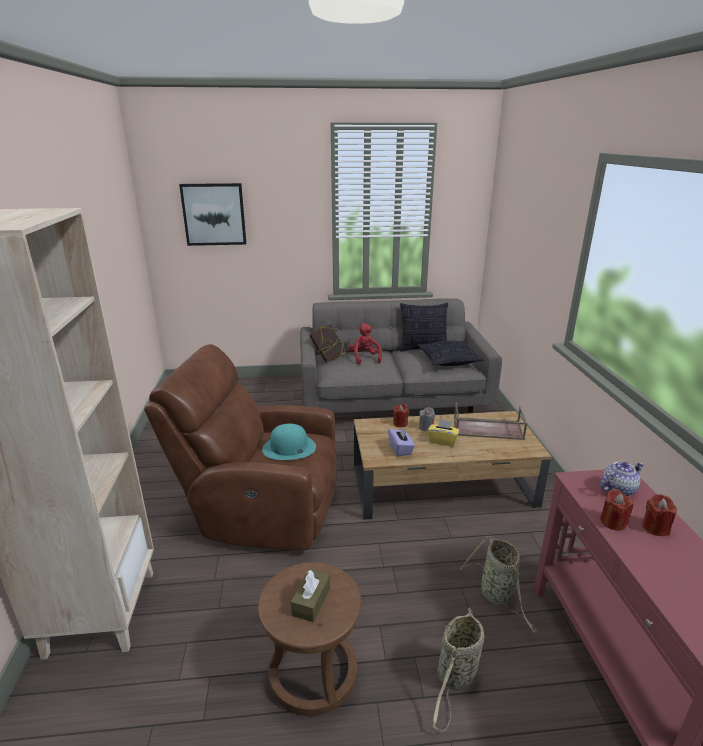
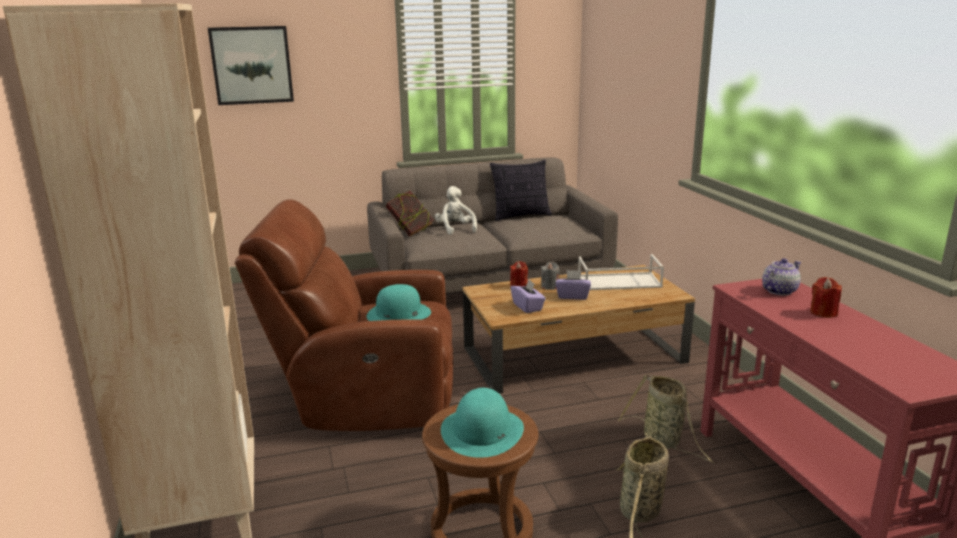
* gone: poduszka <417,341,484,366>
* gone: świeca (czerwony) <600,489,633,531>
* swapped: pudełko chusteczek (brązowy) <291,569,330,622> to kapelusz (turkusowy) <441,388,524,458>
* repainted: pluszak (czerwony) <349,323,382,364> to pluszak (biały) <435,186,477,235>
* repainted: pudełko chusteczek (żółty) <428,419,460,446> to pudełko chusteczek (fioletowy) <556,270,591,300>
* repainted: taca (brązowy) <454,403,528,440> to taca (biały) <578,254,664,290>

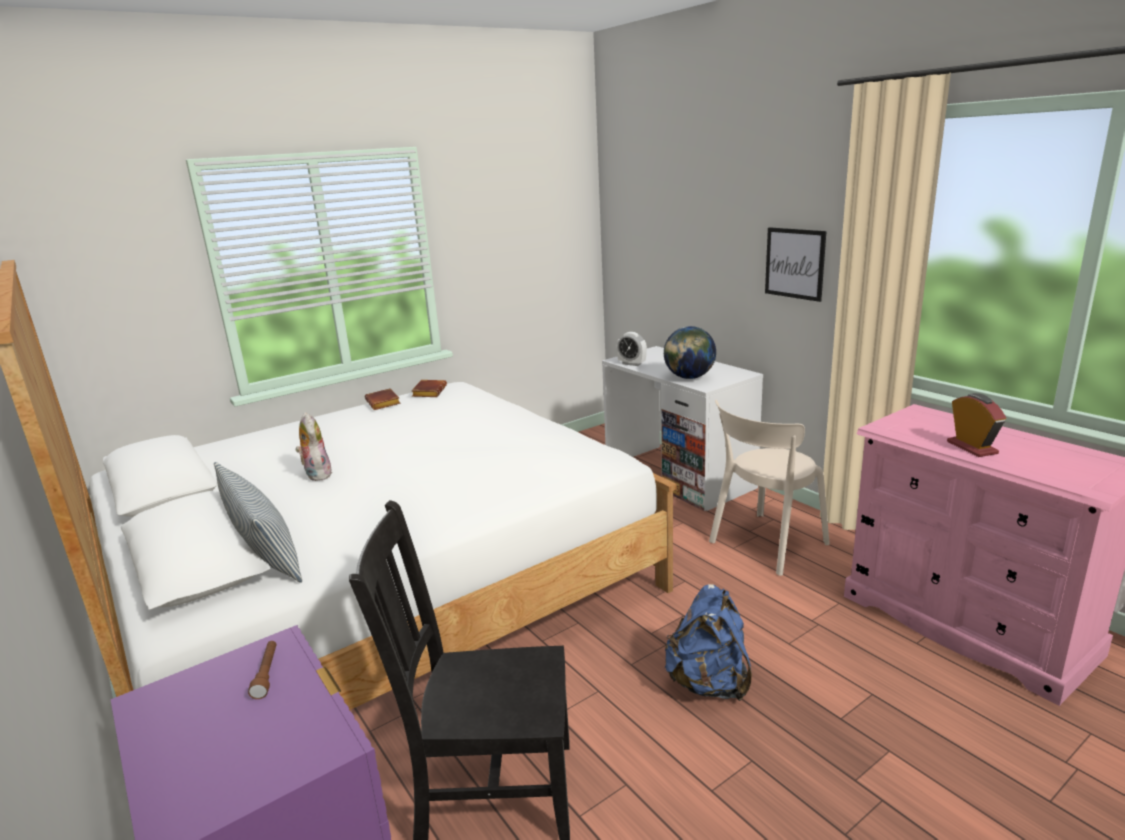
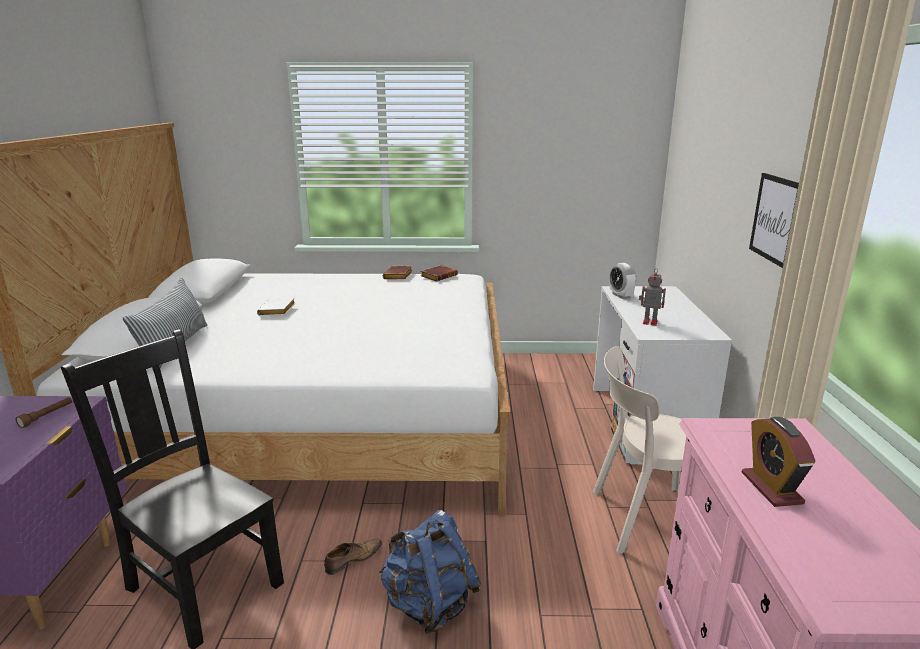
* new: but <324,539,382,575>
* swapped: pluszak <295,412,332,481> to książka (biały) <257,297,295,316>
* swapped: globus <664,326,716,379> to robot zabawkowy <639,268,666,326>
* rotated: budzik <947,393,1006,457> = <742,417,815,507> 150 degrees clockwise

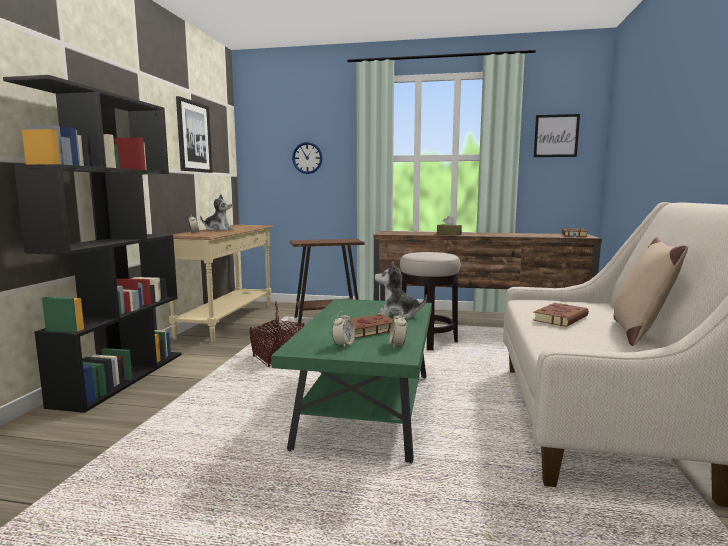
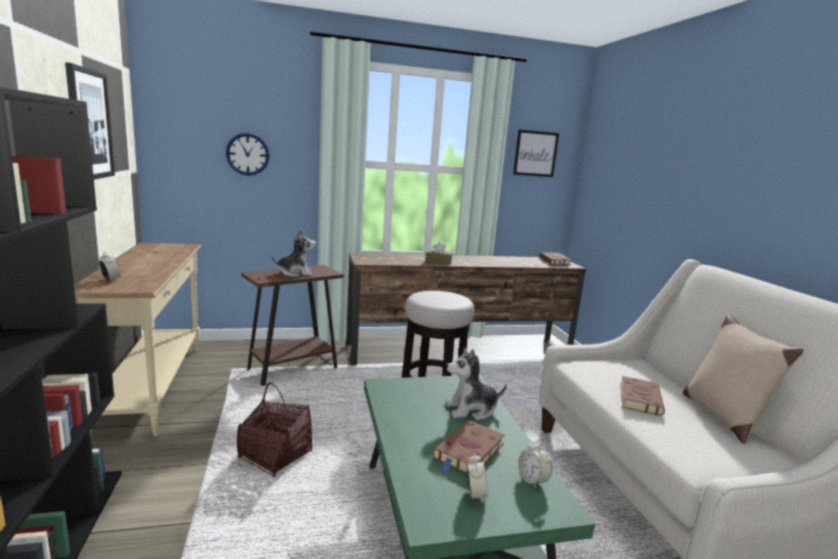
* shifted: pluszak <200,194,233,231> to <271,229,316,277>

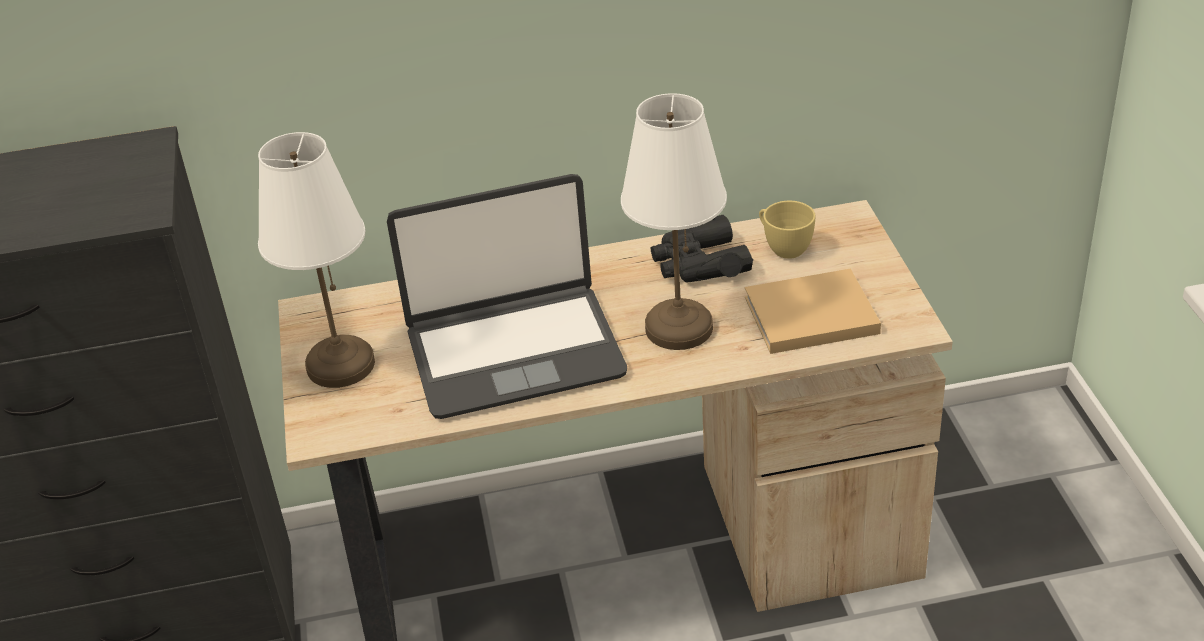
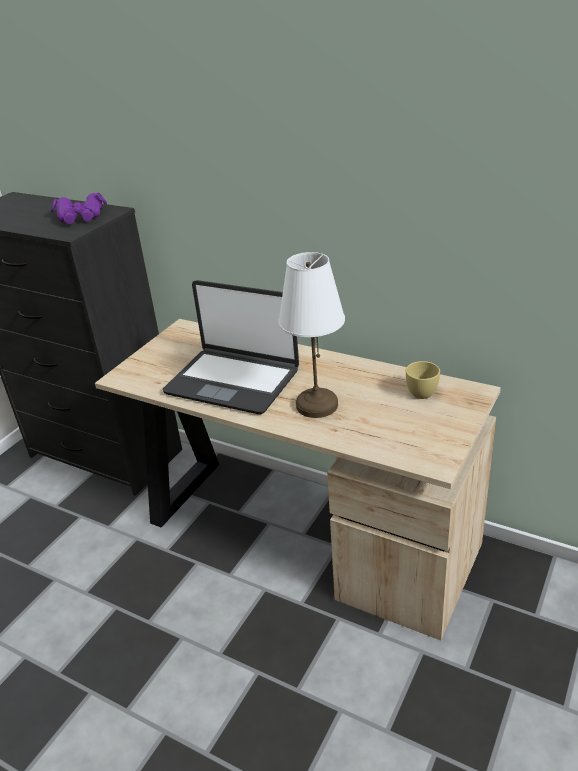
* gone: lampa stołowa (biały) <258,132,375,388>
* gone: lornetka (czarny) <650,215,753,282>
* gone: książka (beżowy) <745,268,881,354>
* new: lornetka (fioletowy) <51,193,107,224>

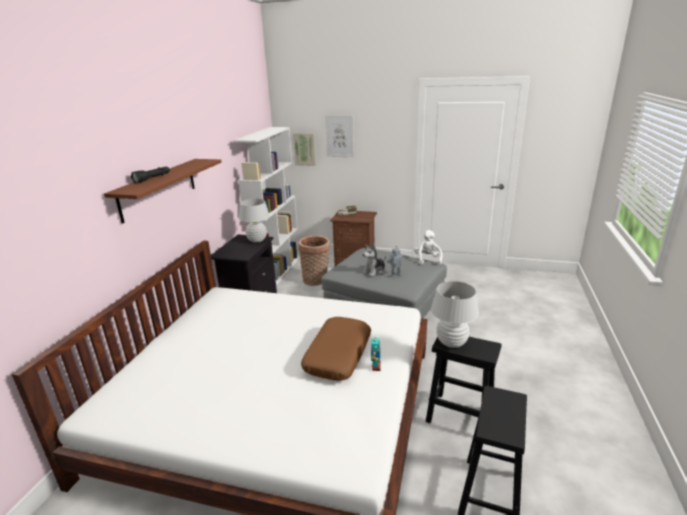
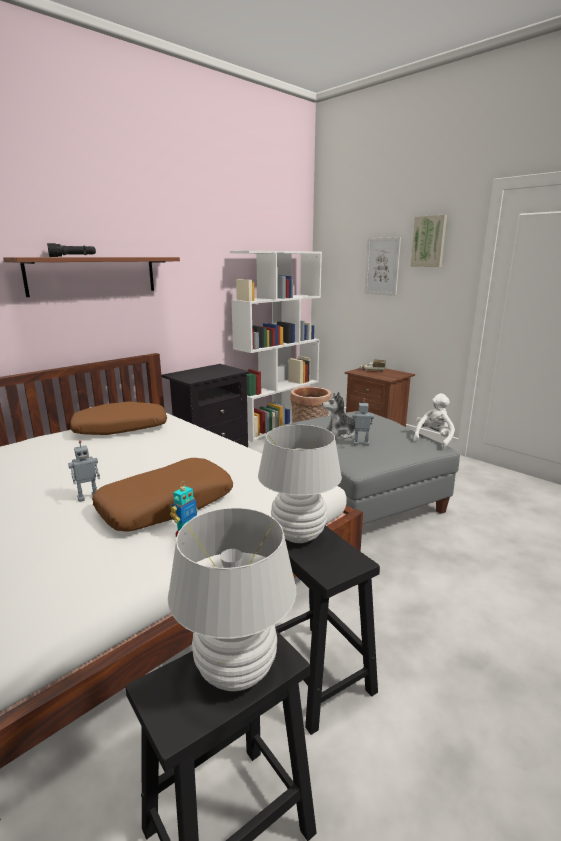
* new: robot zabawkowy <68,441,100,502>
* new: poduszka (brązowy) <70,402,167,435>
* shifted: lampa stołowa (biały) <239,199,270,243> to <168,508,296,691>
* shifted: obraz <293,133,316,166> to <410,215,447,267>

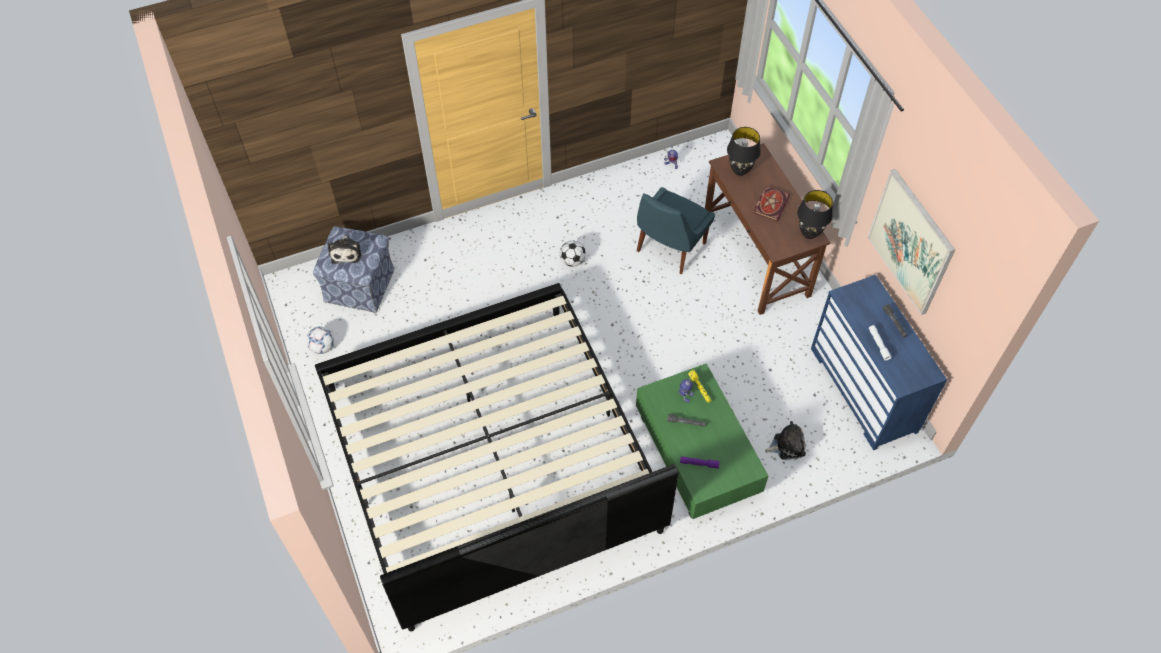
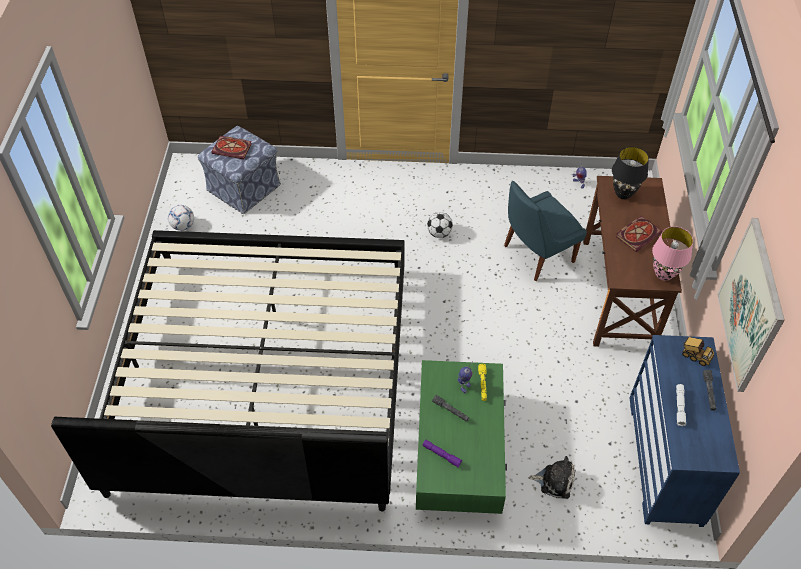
* new: ciężarówka zabawkowa <682,337,715,366>
* swapped: pluszak <327,235,362,264> to książka <211,136,252,159>
* repainted: lampa stołowa (czarny) <797,190,833,239> to lampa stołowa (różowy) <652,226,693,281>

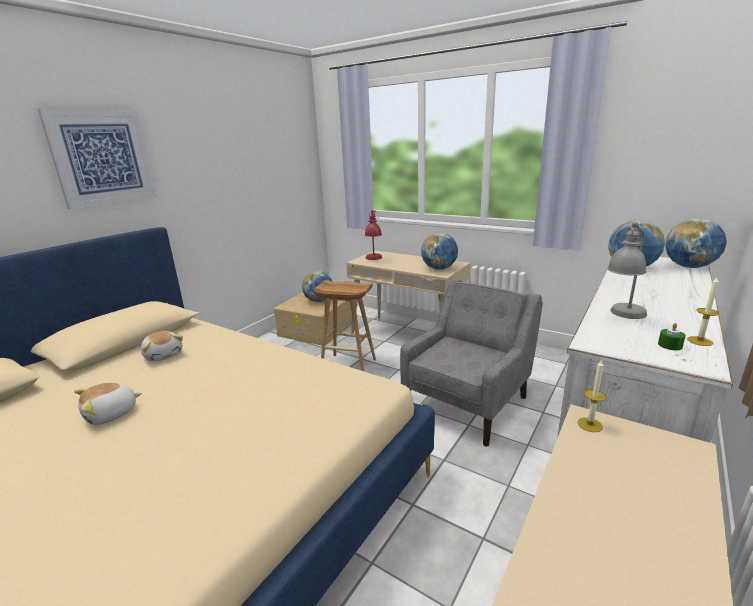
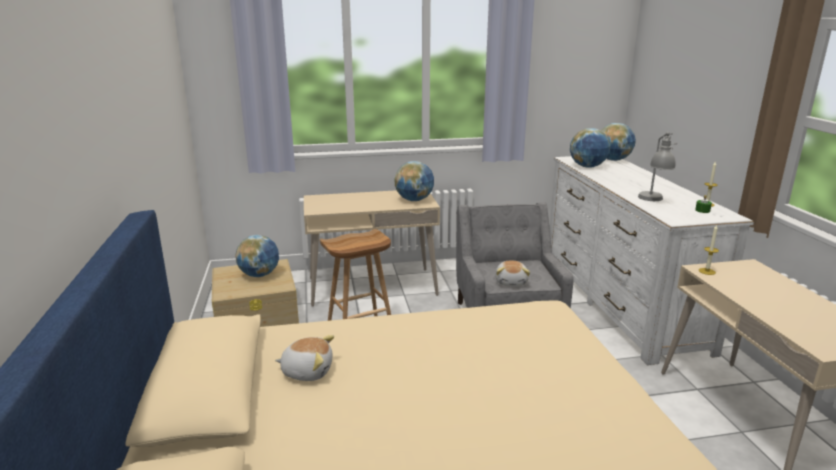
* gone: obraz <38,109,156,209>
* gone: lampa stołowa (czerwony) <365,210,382,260>
* shifted: pluszak <74,383,142,425> to <495,261,530,286>

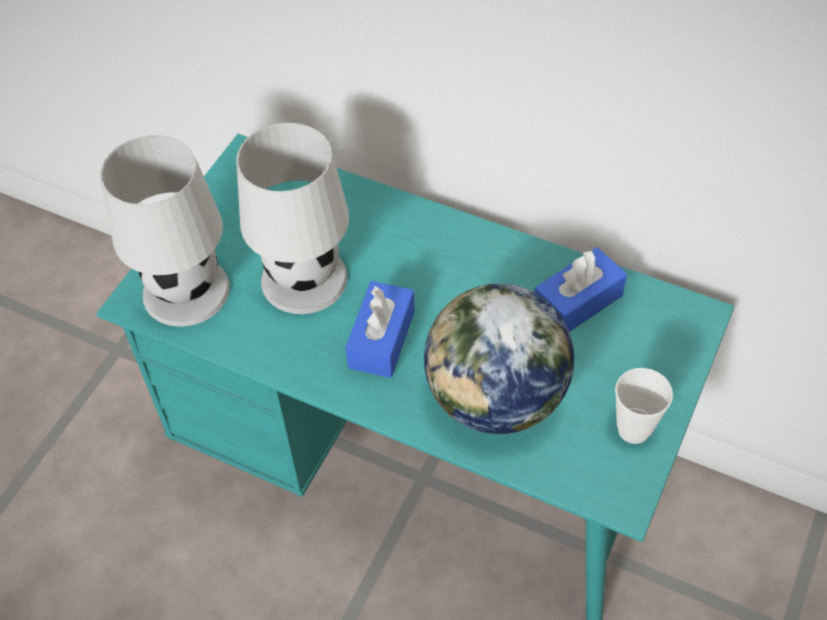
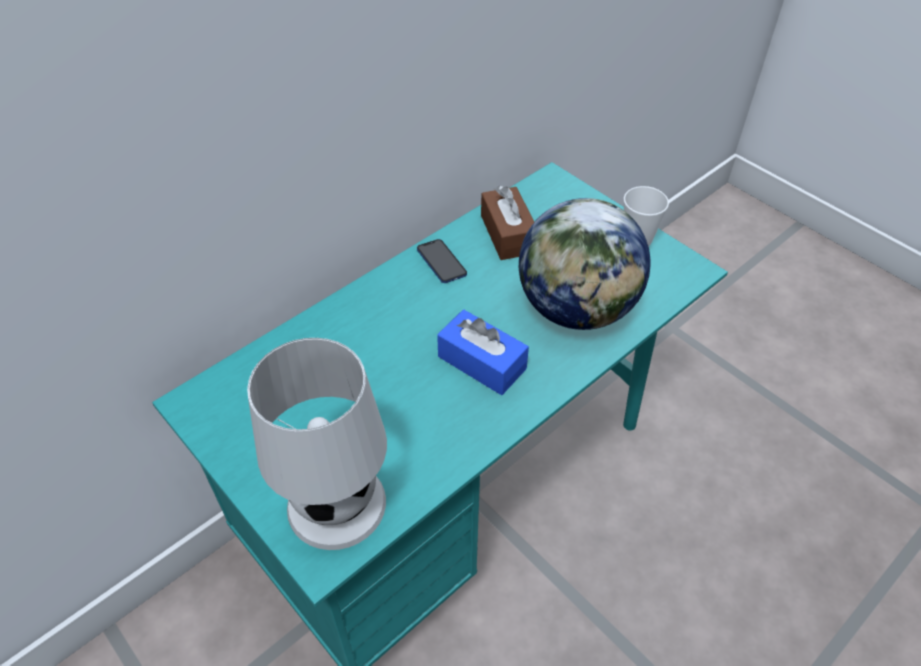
* gone: lampa stołowa (biały) <236,123,349,314>
* new: telefon <417,239,467,283>
* repainted: pudełko chusteczek (niebieski) <534,247,627,332> to pudełko chusteczek (brązowy) <481,186,534,260>

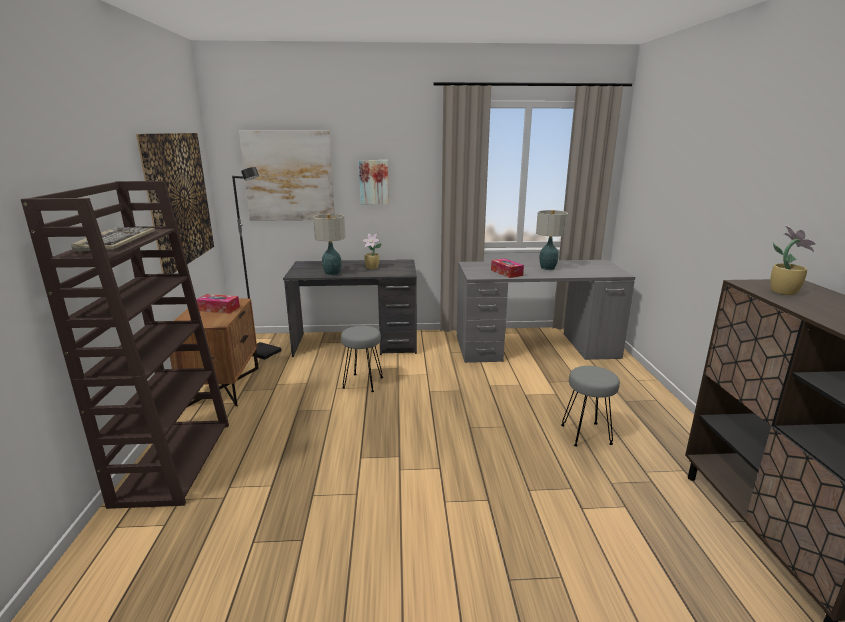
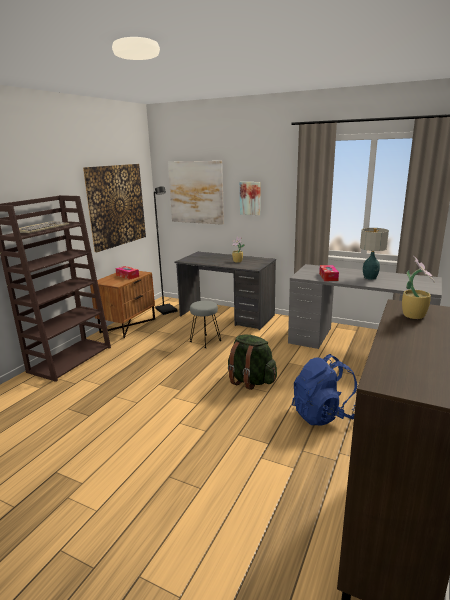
* gone: lampa stołowa <313,214,346,276>
* new: plecak (zielony) <228,334,277,390>
* swapped: stołek (szary) <561,366,620,447> to plecak (niebieski) <292,354,357,426>

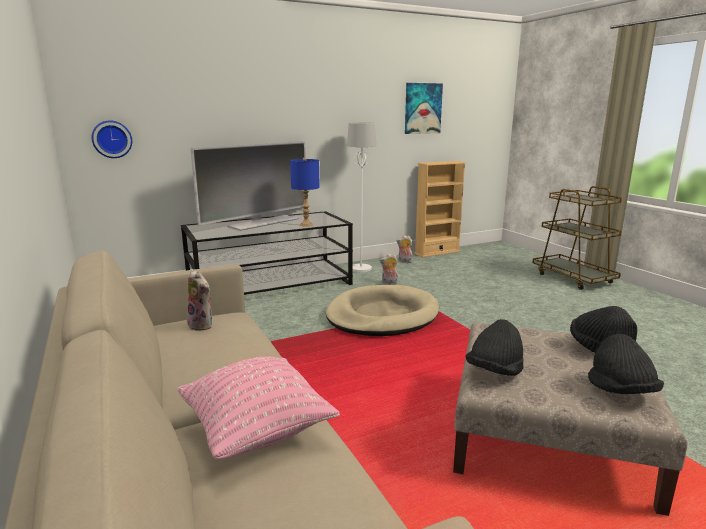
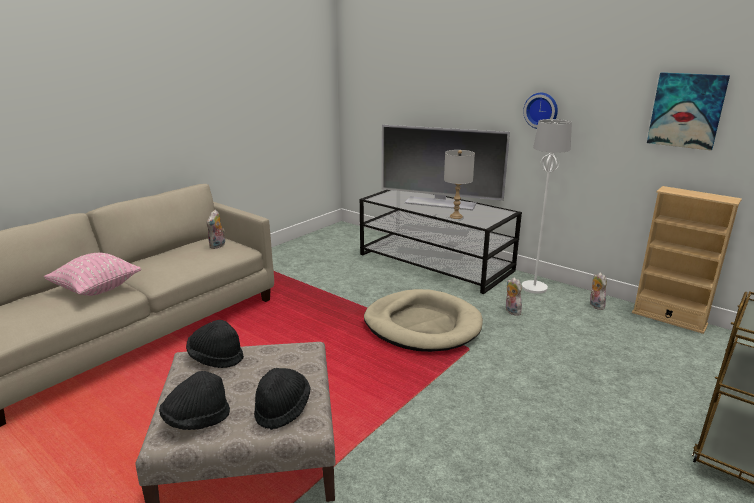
* shifted: zegar ścienny <91,120,132,158> to <523,93,558,129>
* repainted: lampa stołowa (niebieski) <290,158,320,227> to lampa stołowa (szary) <444,150,475,219>

